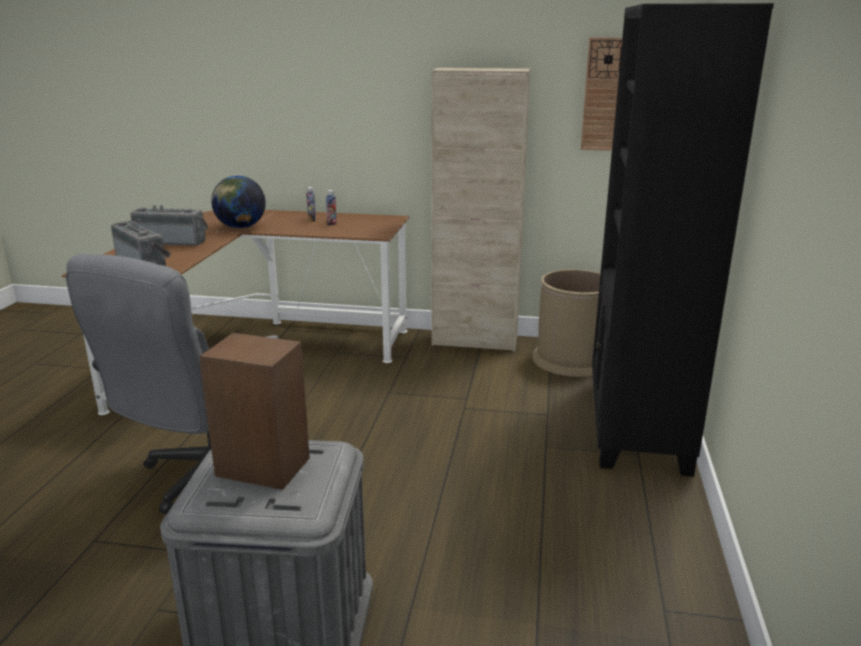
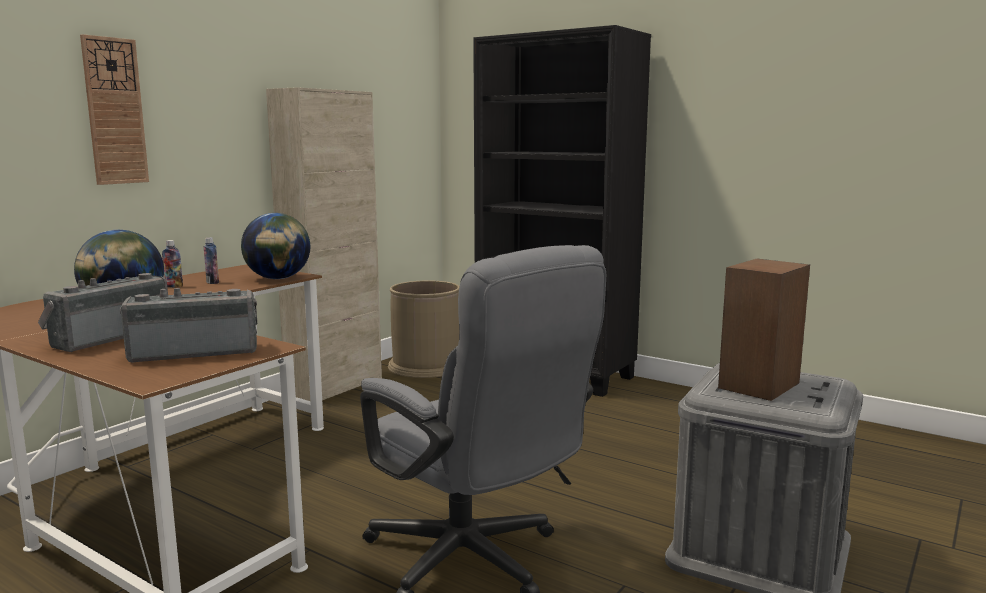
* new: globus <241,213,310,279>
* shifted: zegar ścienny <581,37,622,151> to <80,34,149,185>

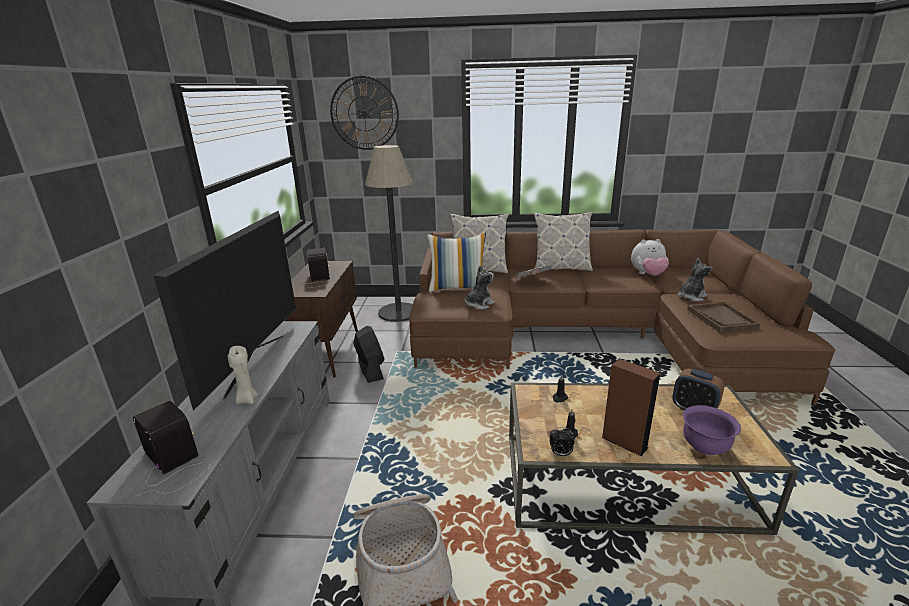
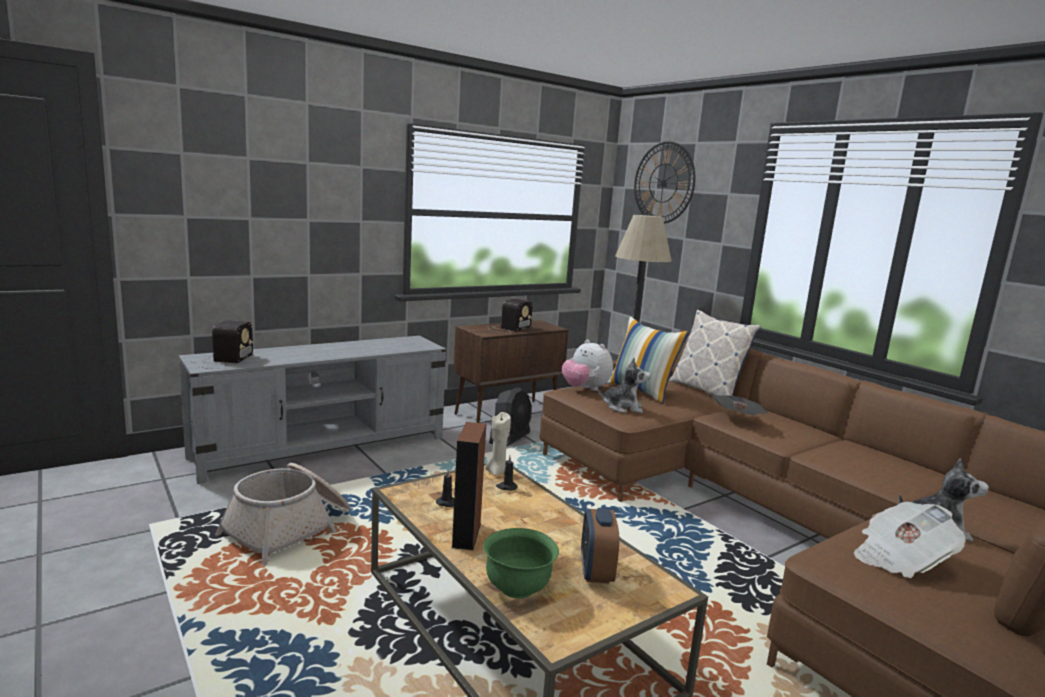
* gone: telewizor <153,211,296,411>
* gone: poduszka <533,212,593,271>
* gone: budzik <550,427,575,456>
* shifted: świeca (beżowy) <228,346,258,404> to <485,412,511,476>
* shifted: pluszak <631,239,669,276> to <562,339,613,391>
* swapped: taca (brązowy) <687,302,760,333> to gazeta <854,502,966,578>
* repainted: miska (fioletowy) <683,405,741,455> to miska (zielony) <483,528,559,599>

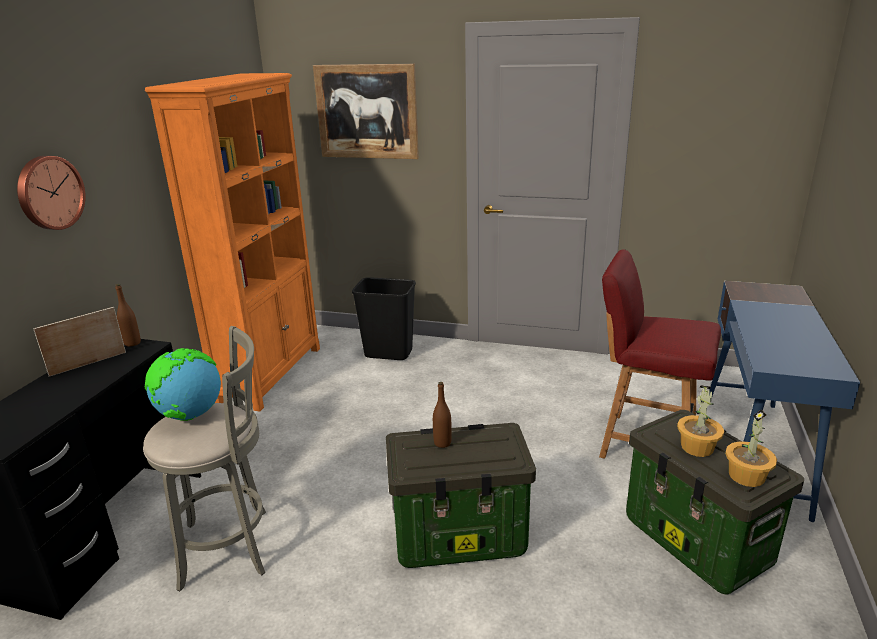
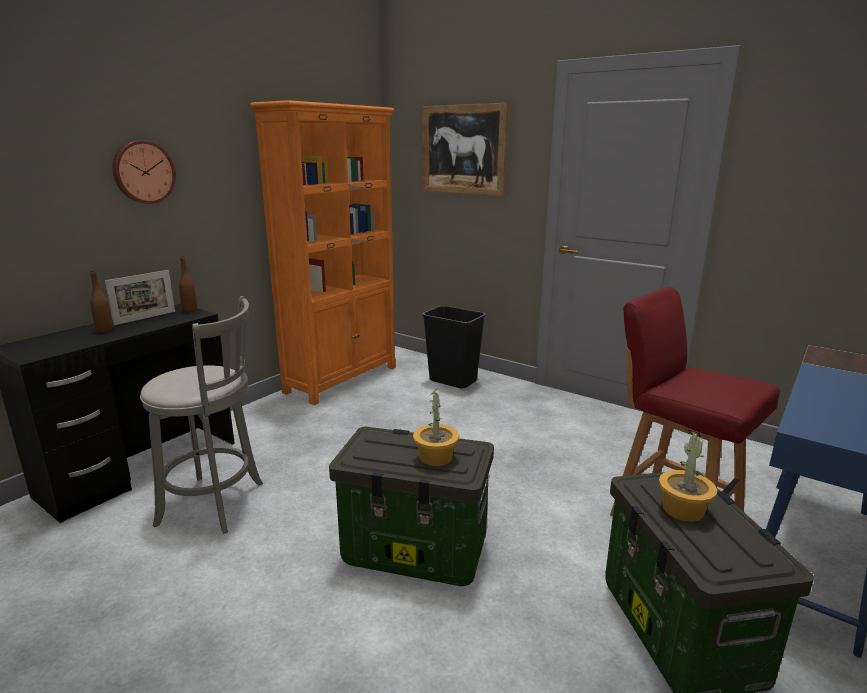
* gone: globus <145,348,221,421>
* shifted: butelka (brązowy) <433,382,452,448> to <90,270,113,333>
* shifted: roślina doniczkowa <725,410,777,487> to <413,388,459,466>
* rotated: ramka na zdjęcie <34,307,126,377> = <105,270,175,325> 150 degrees clockwise

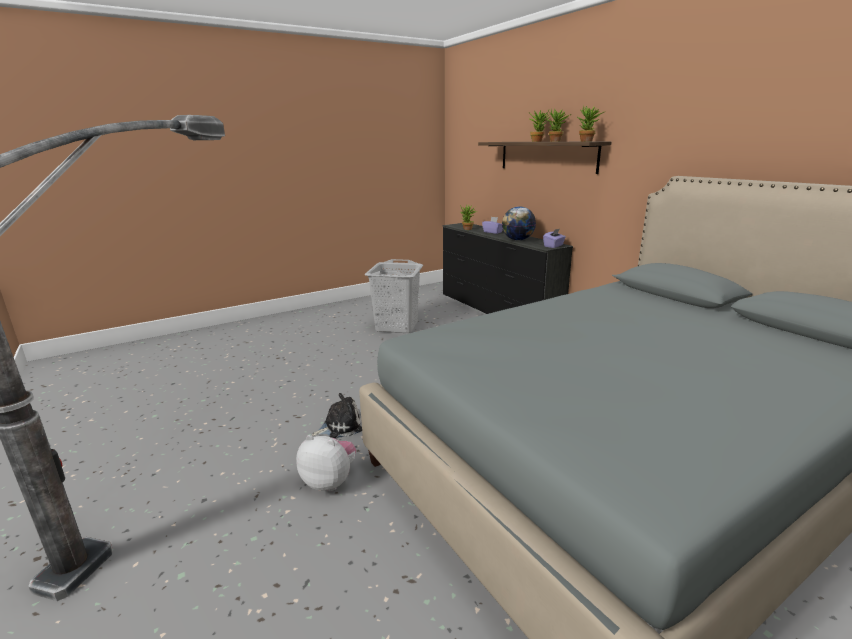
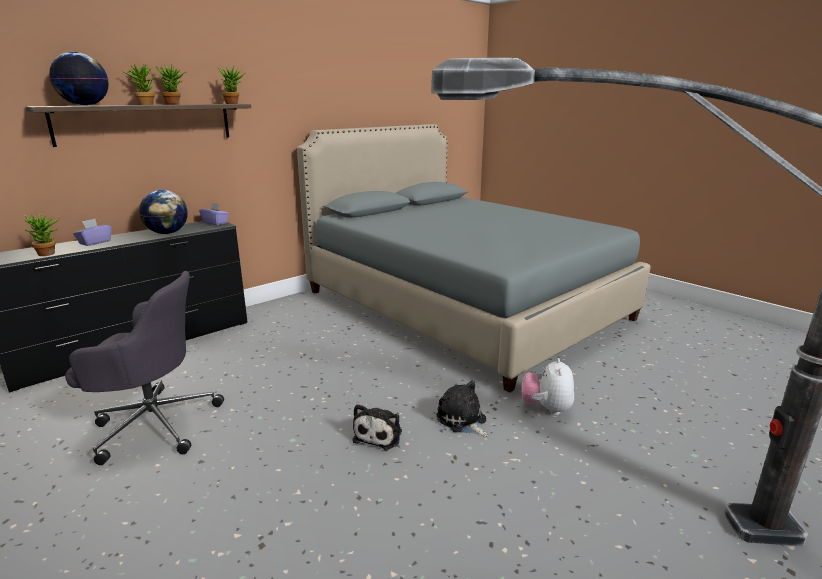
* new: globus <49,52,109,106>
* new: pluszak <352,404,402,450>
* swapped: kosz na pranie (szary) <365,259,423,333> to krzesło biurowe (szary) <65,271,224,465>

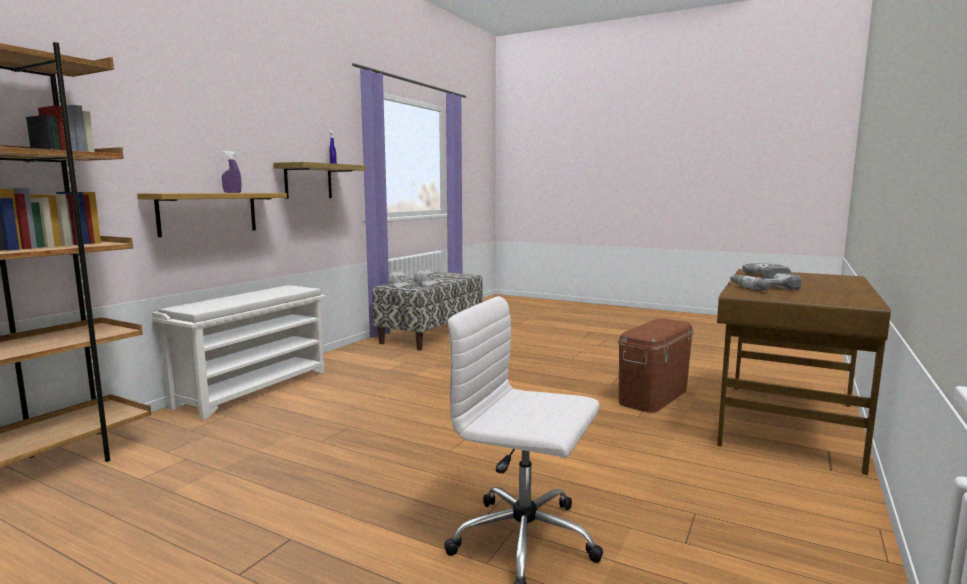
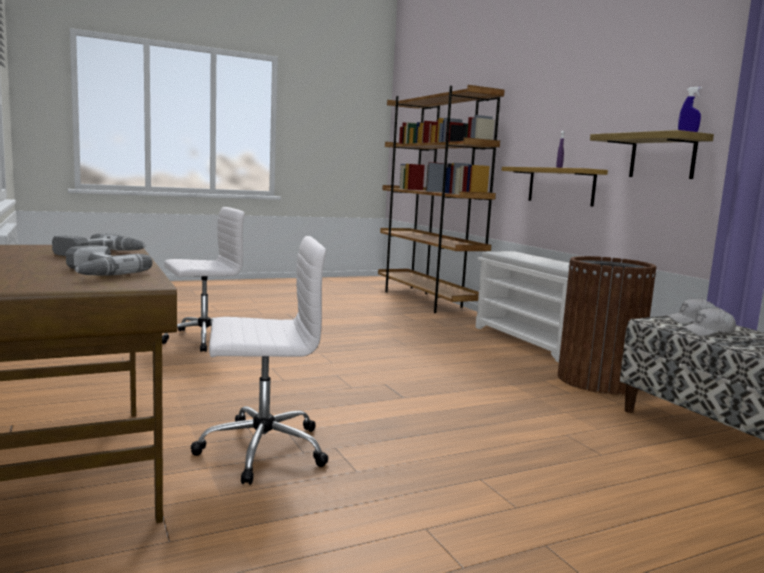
* new: kosz na śmieci (brązowy) <558,256,656,394>
* swapped: pojemnik do przechowywania (brązowy) <618,319,693,413> to krzesło biurowe (biały) <191,236,329,485>

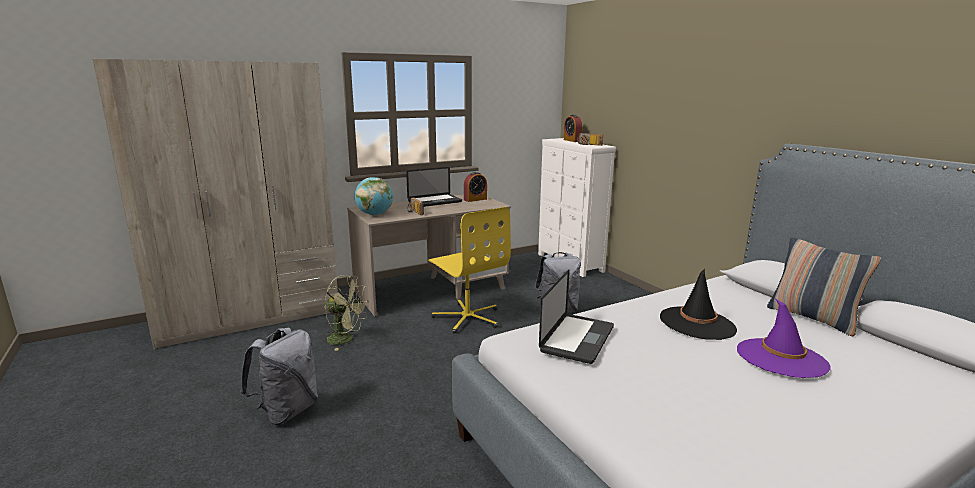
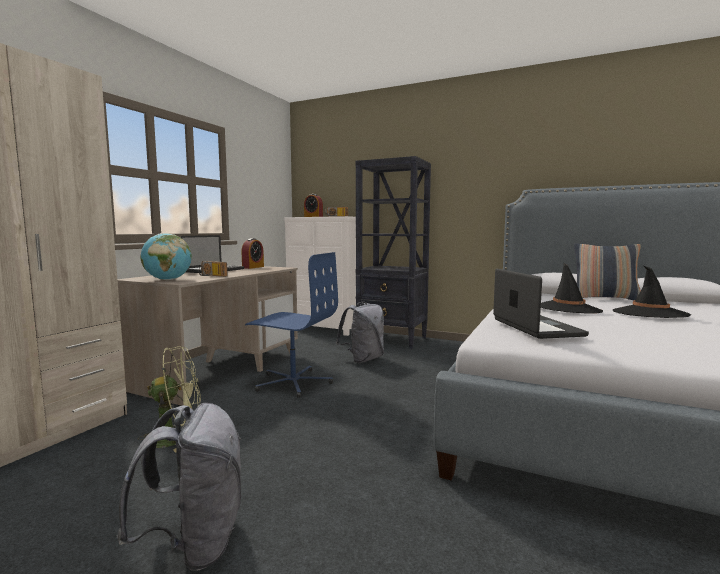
* new: regał (czarny) <355,156,431,349>
* repainted: krzesło biurowe (żółty) <428,207,511,334> to krzesło biurowe (niebieski) <245,252,338,398>
* repainted: kapelusz (fioletowy) <737,299,831,378> to kapelusz (czarny) <613,266,691,318>

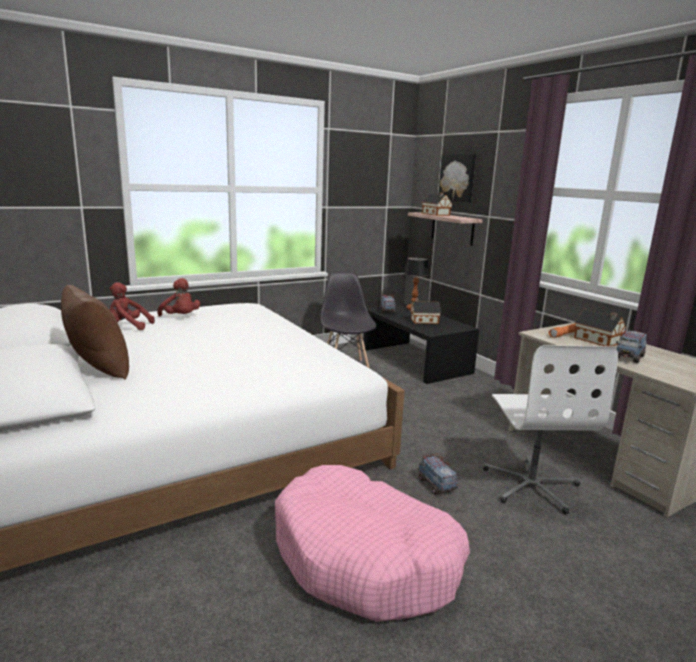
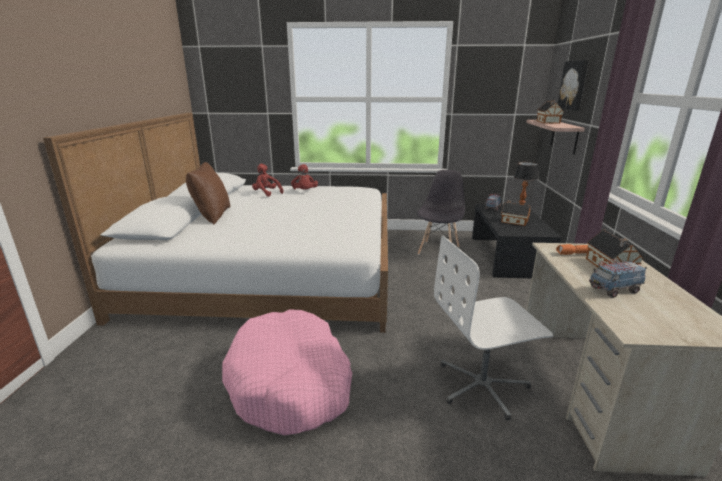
* gone: ciężarówka zabawkowa <418,453,458,495>
* rotated: krzesło biurowe (biały) <483,345,618,514> = <434,236,553,421> 45 degrees clockwise

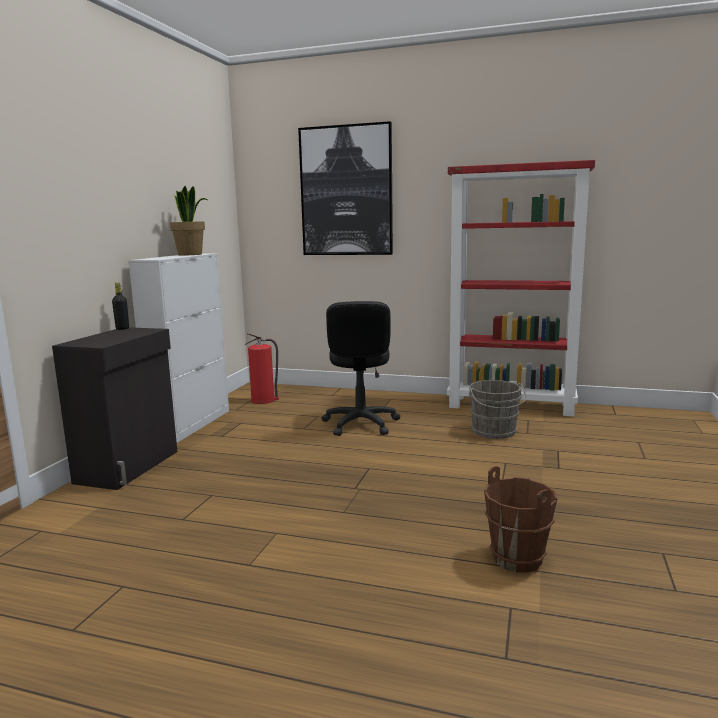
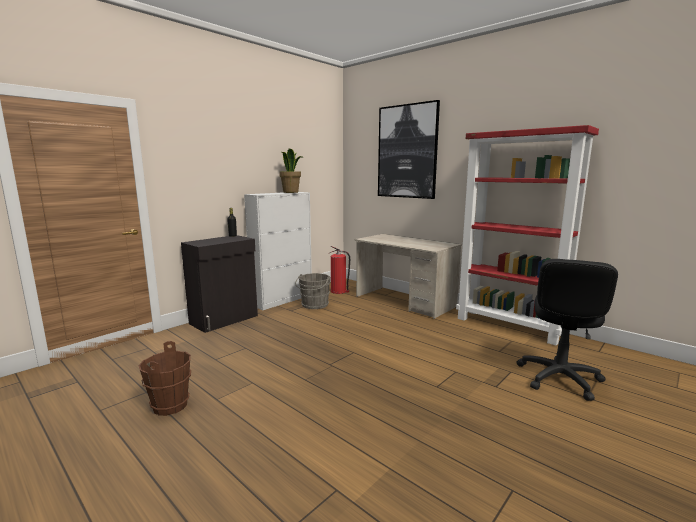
* new: biurko (beżowy) <355,234,462,319>
* shifted: krzesło biurowe (czarny) <321,301,400,436> to <516,259,618,401>
* shifted: wiadro (szary) <469,380,527,439> to <295,273,331,309>
* shifted: wiadro (brązowy) <484,466,558,573> to <139,341,191,416>

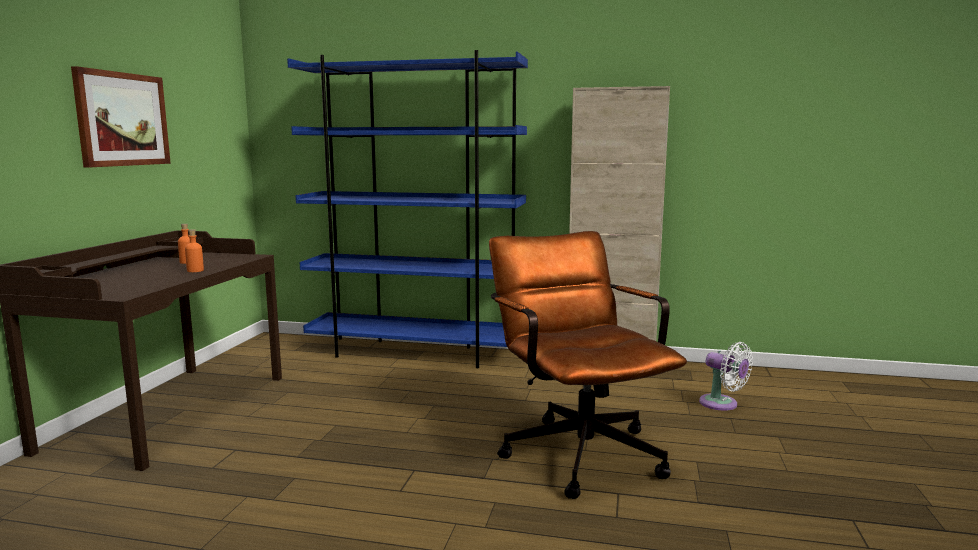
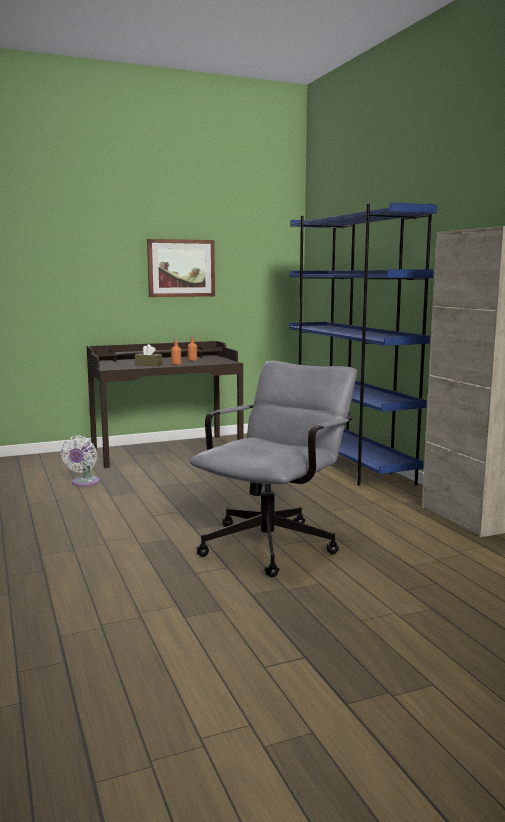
* new: pudełko chusteczek (brązowy) <135,344,162,366>
* shifted: wentylator (biały) <699,342,753,411> to <61,435,100,486>
* repainted: krzesło biurowe (brązowy) <489,231,687,499> to krzesło biurowe (szary) <190,361,357,577>

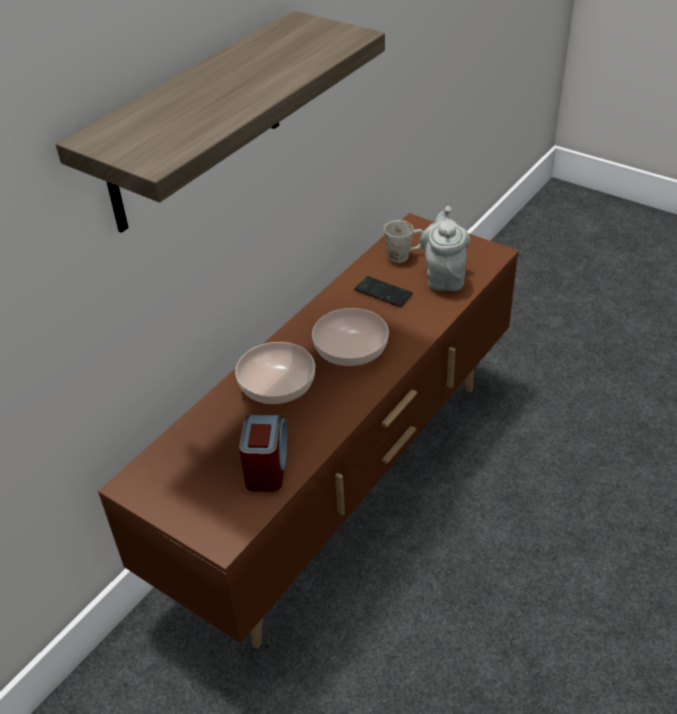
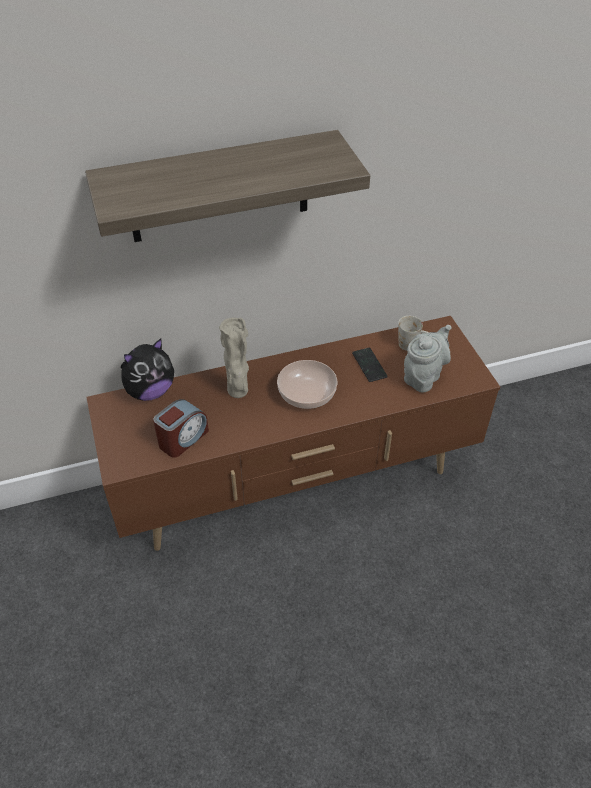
* new: pluszak <121,339,174,401>
* swapped: miska <235,342,315,404> to wazon (beżowy) <219,318,249,398>

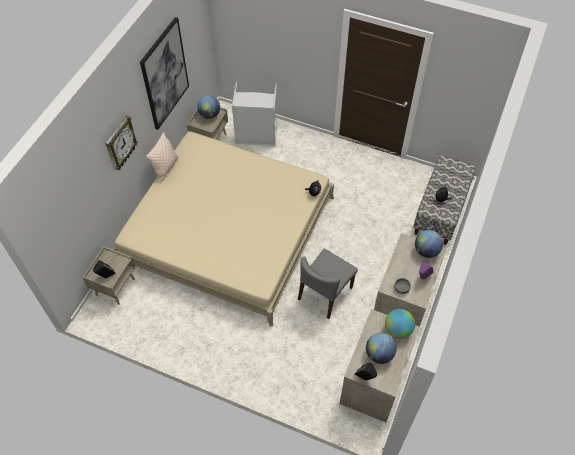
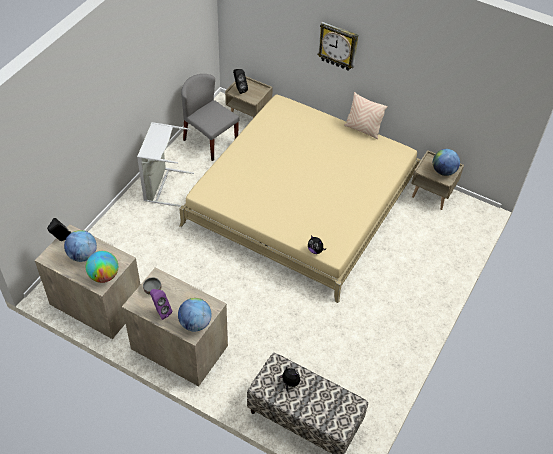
* gone: obraz <140,17,189,130>
* shifted: kosz na pranie (szary) <232,81,278,146> to <137,122,194,207>
* shifted: krzesło (szary) <298,249,358,319> to <181,74,240,161>

